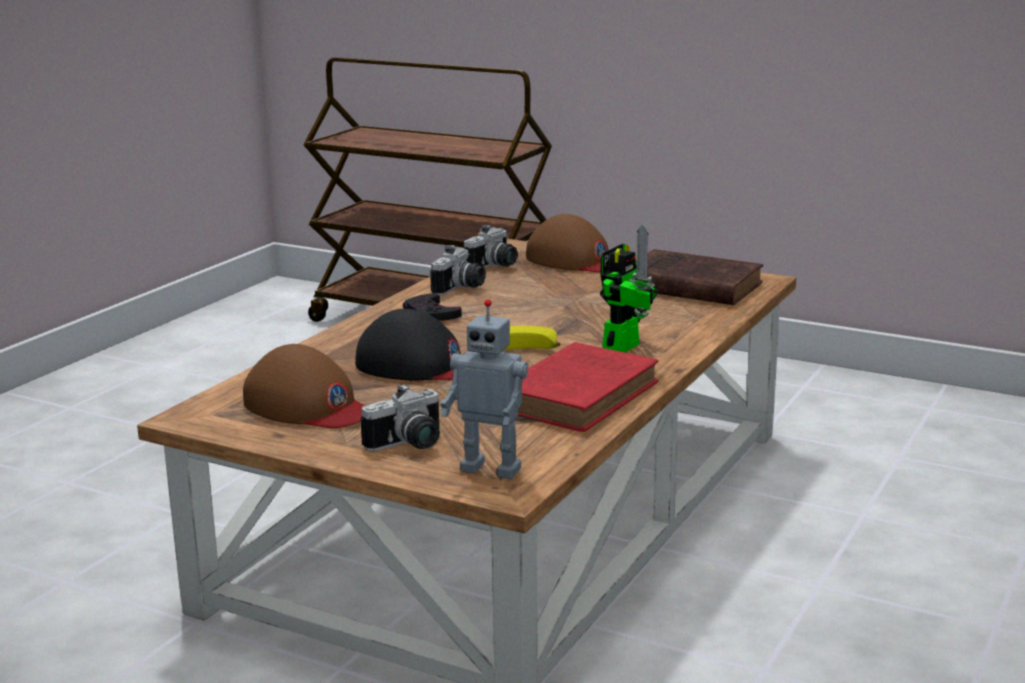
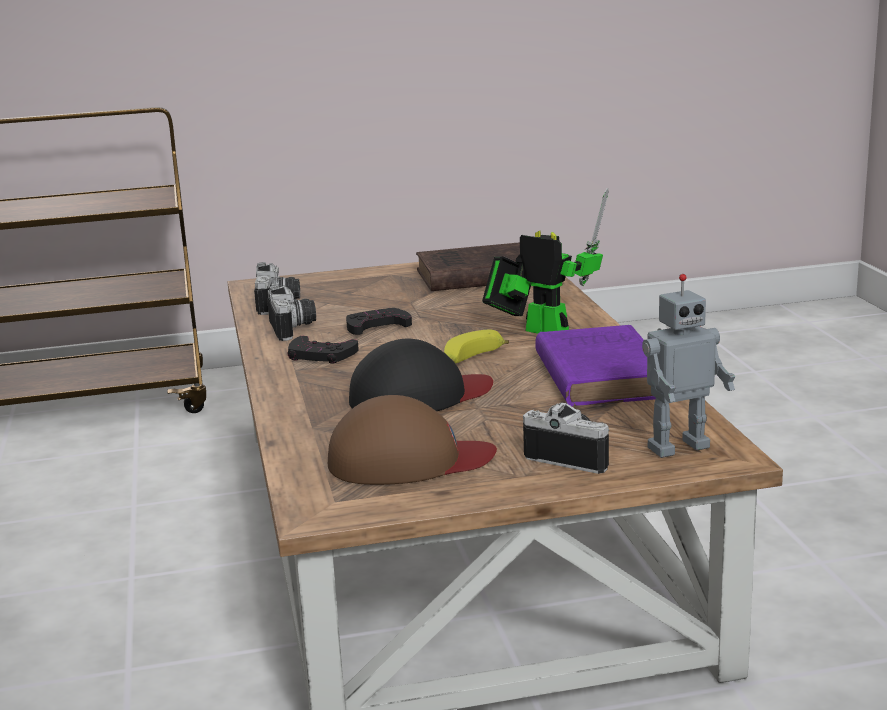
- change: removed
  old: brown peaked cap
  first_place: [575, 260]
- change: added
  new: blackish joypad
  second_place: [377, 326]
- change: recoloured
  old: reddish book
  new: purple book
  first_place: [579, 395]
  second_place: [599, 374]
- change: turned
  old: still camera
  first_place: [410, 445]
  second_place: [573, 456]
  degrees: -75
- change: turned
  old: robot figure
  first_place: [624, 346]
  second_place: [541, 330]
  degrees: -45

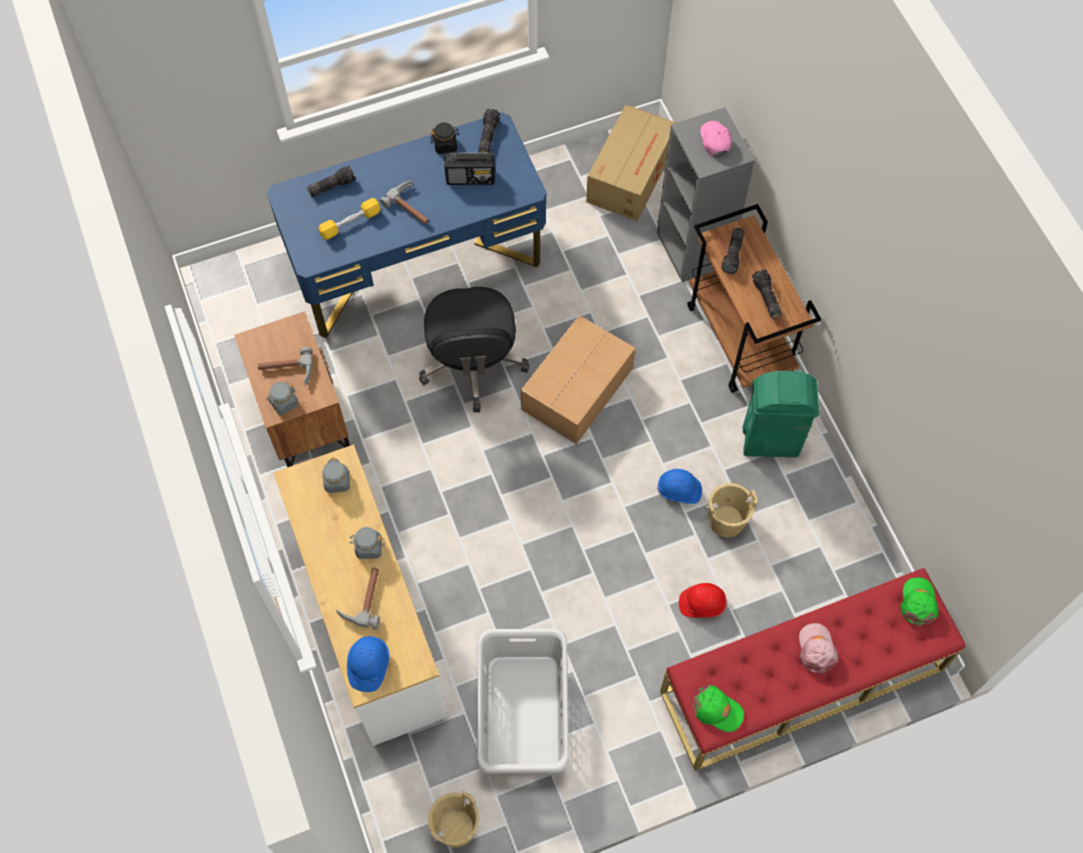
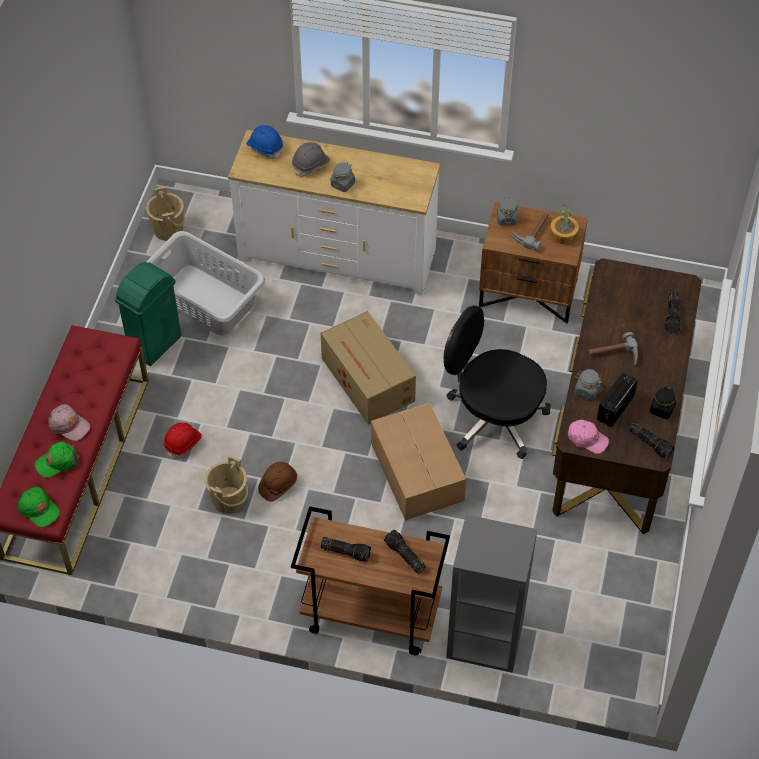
- change: removed
  old: yellow-coloured free weight
  first_place: [350, 223]
- change: added
  new: houseplant
  second_place: [563, 236]
- change: moved
  old: grey preserve jar
  first_place: [337, 482]
  second_place: [587, 391]
- change: moved
  old: cardboard box
  first_place: [631, 175]
  second_place: [368, 381]
- change: moved
  old: greenish peaked cap
  first_place: [717, 710]
  second_place: [57, 462]
- change: moved
  old: pink peaked cap
  first_place: [715, 141]
  second_place: [587, 439]
- change: moved
  old: greenish trash can
  first_place: [771, 442]
  second_place: [154, 345]
- change: replaced
  old: hammer
  new: grey hard hat
  first_place: [362, 598]
  second_place: [311, 165]
- change: recoloured
  old: bluish desk table
  new: brown desk table
  first_place: [417, 264]
  second_place: [616, 431]
- change: recoloured
  old: bluish hard hat
  new: brown hard hat
  first_place: [679, 490]
  second_place: [278, 485]

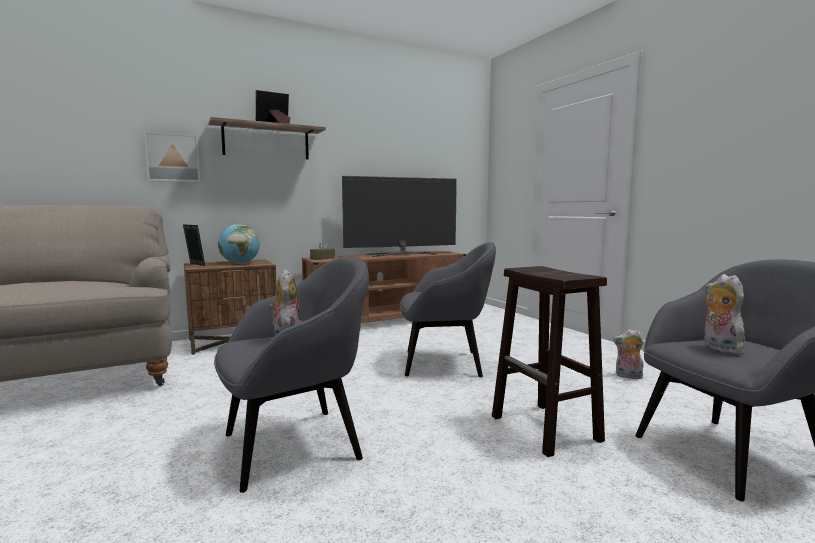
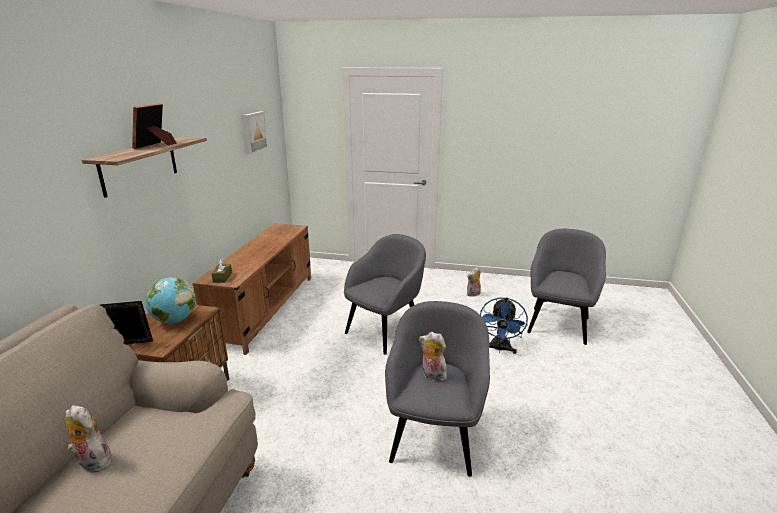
- change: removed
  old: TV
  first_place: [402, 254]
- change: moved
  old: wall art
  first_place: [173, 158]
  second_place: [253, 132]
- change: moved
  old: soft toy
  first_place: [718, 348]
  second_place: [92, 463]
- change: replaced
  old: brown stool seat
  new: bluish cooling fan
  first_place: [546, 429]
  second_place: [500, 349]

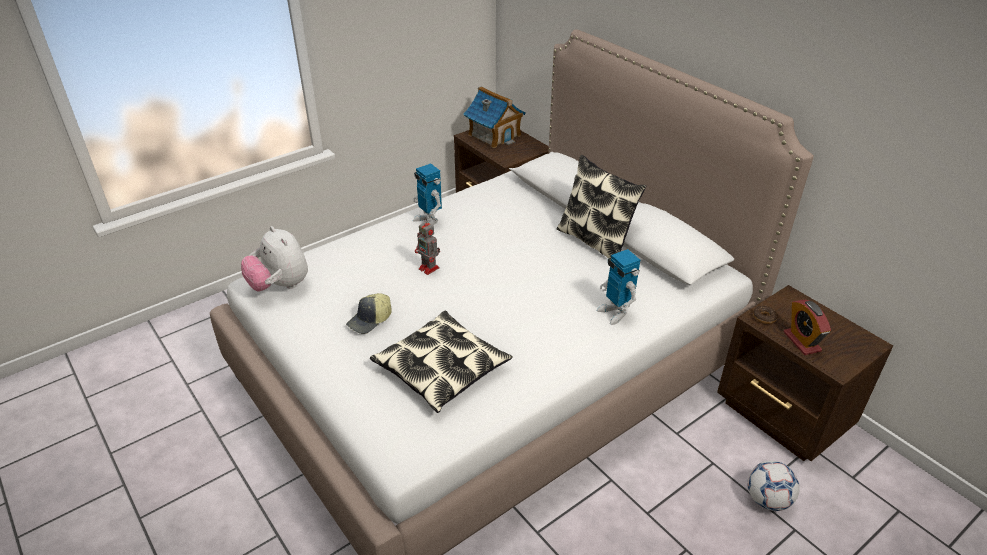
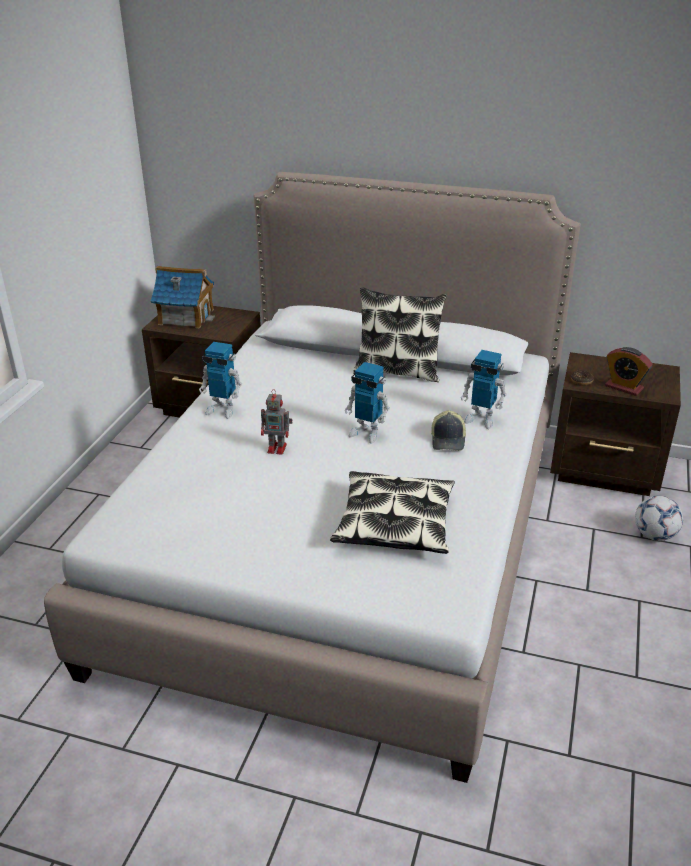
- change: removed
  old: soft toy
  first_place: [280, 286]
- change: added
  new: robot figure
  second_place: [366, 433]
- change: moved
  old: peaked cap
  first_place: [370, 320]
  second_place: [448, 440]

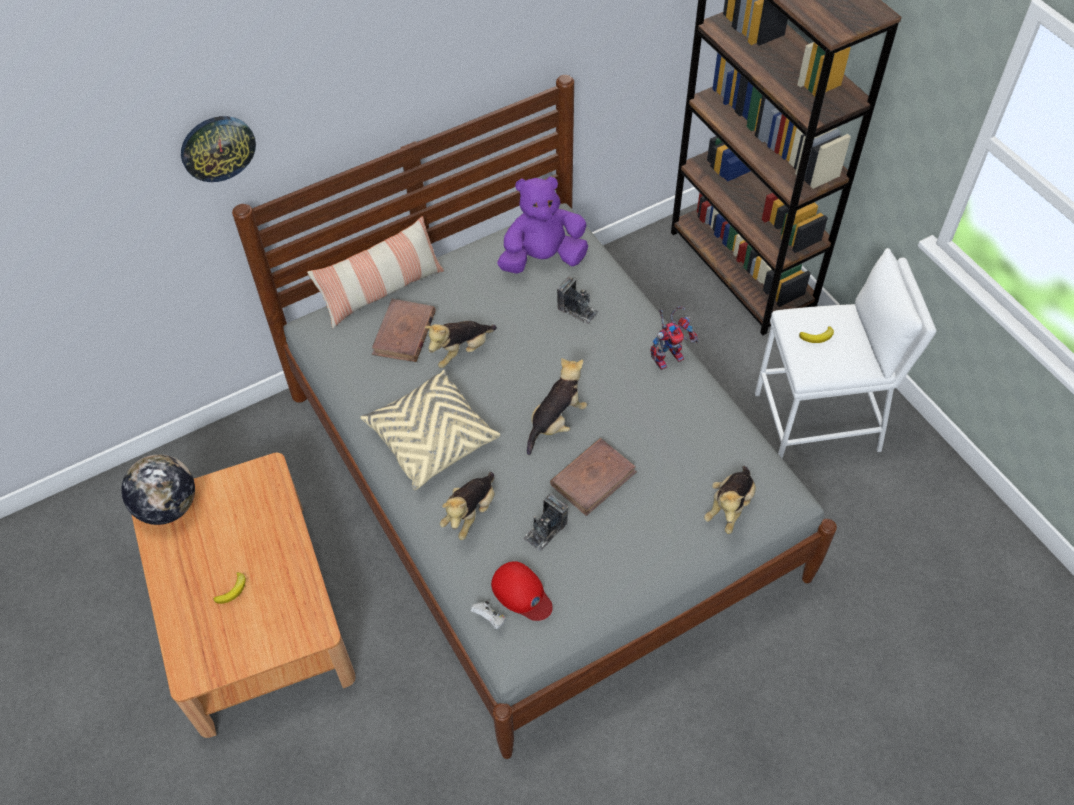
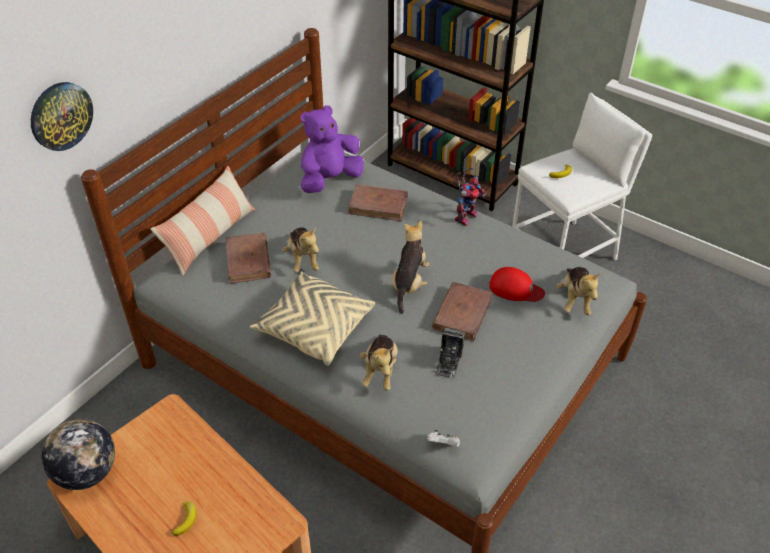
- change: moved
  old: reddish peaked cap
  first_place: [522, 593]
  second_place: [515, 289]
- change: replaced
  old: still camera
  new: brown book
  first_place: [577, 310]
  second_place: [378, 205]
- change: turned
  old: soft toy
  first_place: [461, 351]
  second_place: [303, 259]
  degrees: -45

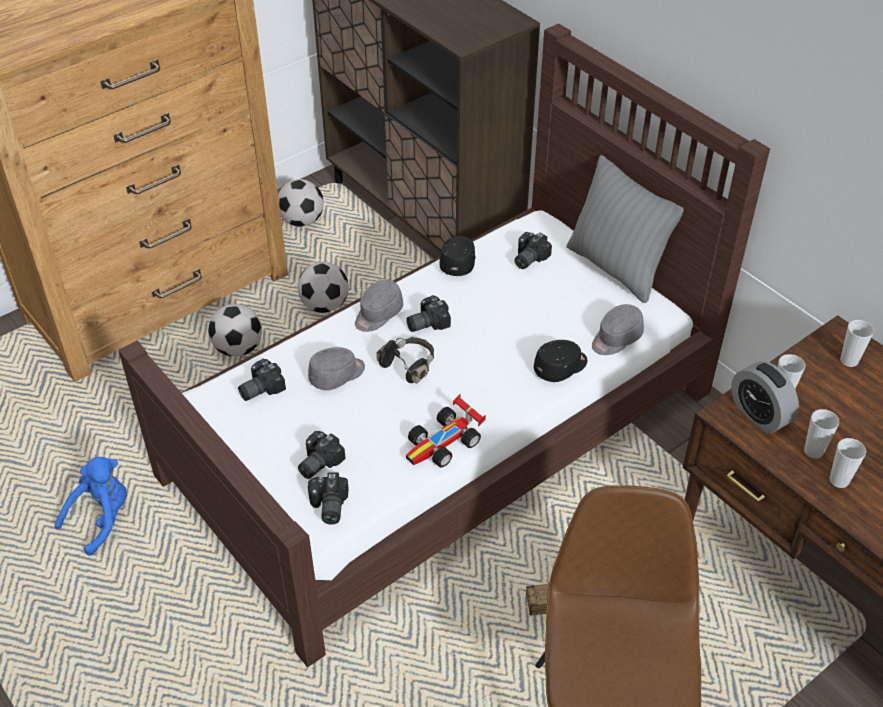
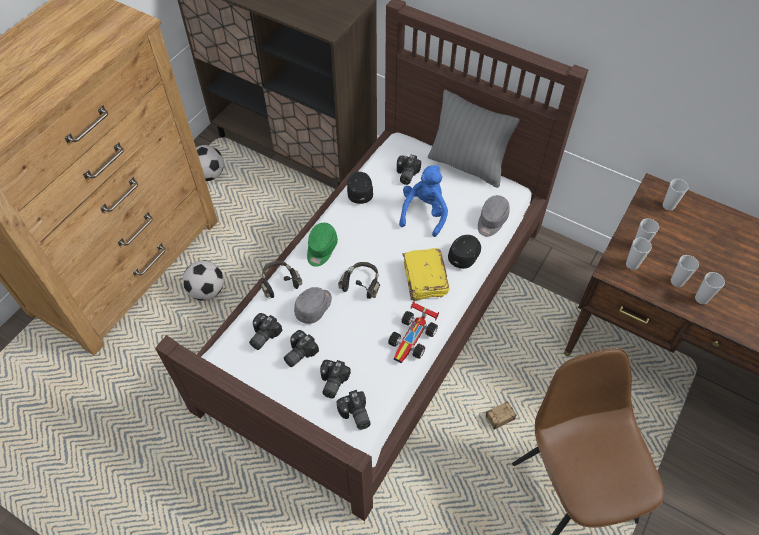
- change: removed
  old: football
  first_place: [325, 305]
- change: added
  new: blackish pair of headphones
  second_place: [279, 283]
- change: added
  new: yellow-coloured book
  second_place: [424, 280]
- change: moved
  old: bluish soft toy
  first_place: [102, 518]
  second_place: [424, 213]
- change: moved
  old: still camera
  first_place: [426, 323]
  second_place: [298, 353]
- change: replaced
  old: alarm clock
  new: small cup
  first_place: [759, 415]
  second_place: [632, 264]
- change: recoloured
  old: grey peaked cap
  new: greenish peaked cap
  first_place: [378, 314]
  second_place: [321, 249]

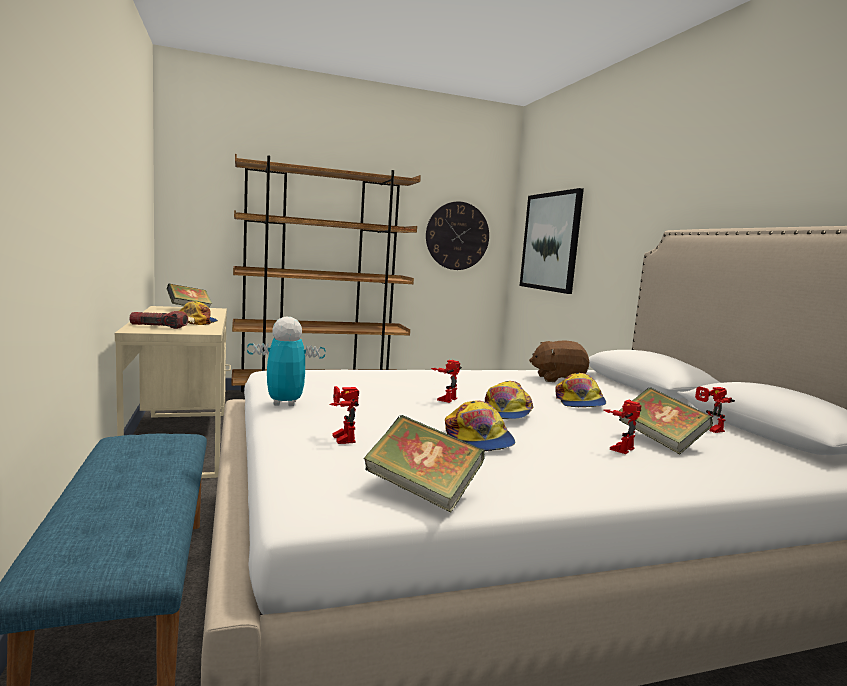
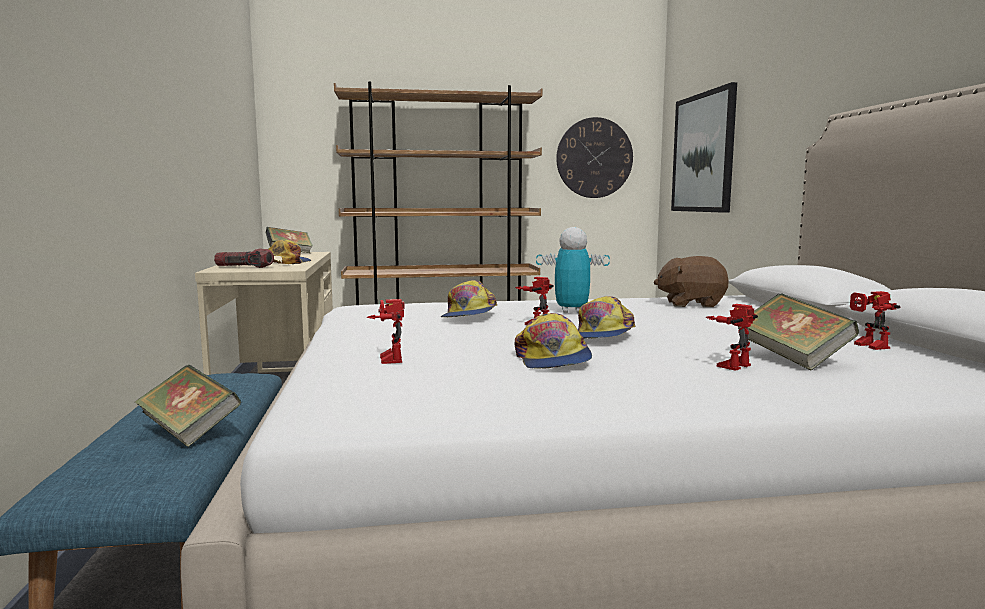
- change: moved
  old: robot figure
  first_place: [284, 403]
  second_place: [571, 311]
- change: moved
  old: book
  first_place: [422, 491]
  second_place: [189, 431]
- change: moved
  old: peaked cap
  first_place: [579, 402]
  second_place: [469, 314]

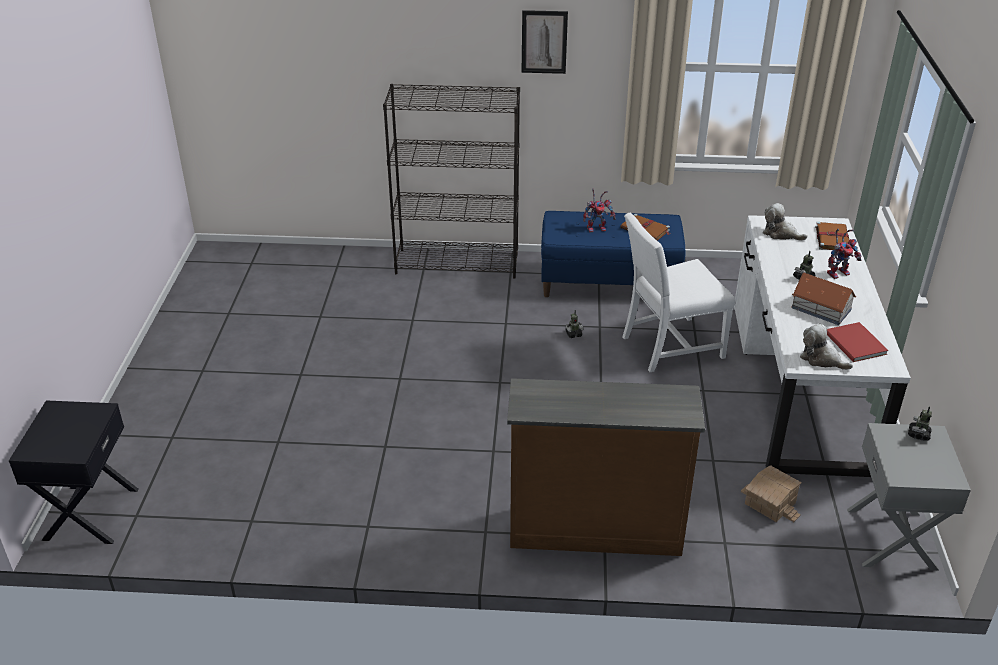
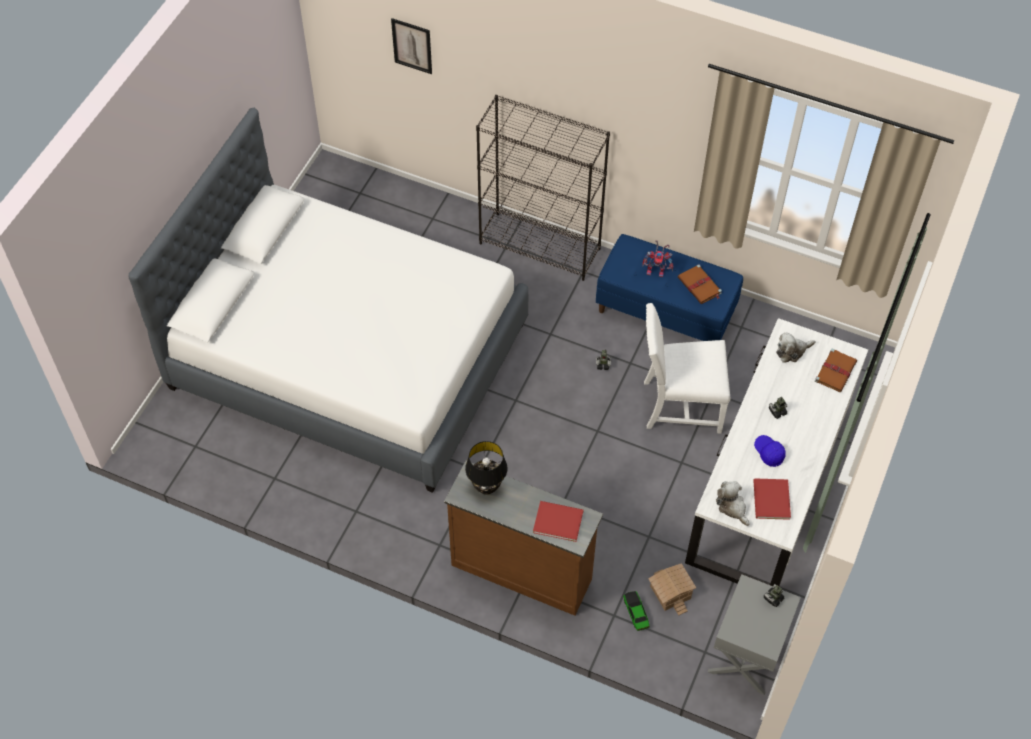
- change: removed
  old: blackish nightstand
  first_place: [89, 514]
- change: removed
  old: robot figure
  first_place: [838, 272]
- change: added
  new: whitish sleeping bed
  second_place: [349, 354]
- change: added
  new: blackish tabletop lamp
  second_place: [486, 487]
- change: added
  new: reddish book
  second_place: [557, 520]
- change: added
  new: model car
  second_place: [636, 613]
- change: moved
  old: wall art
  first_place: [544, 42]
  second_place: [412, 46]
- change: replaced
  old: model house
  new: bluish peaked cap
  first_place: [821, 309]
  second_place: [769, 453]
- change: turned
  old: soft toy
  first_place: [780, 234]
  second_place: [792, 351]
  degrees: -75

